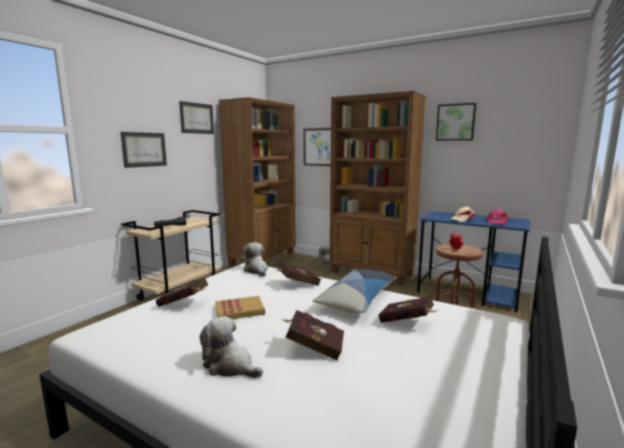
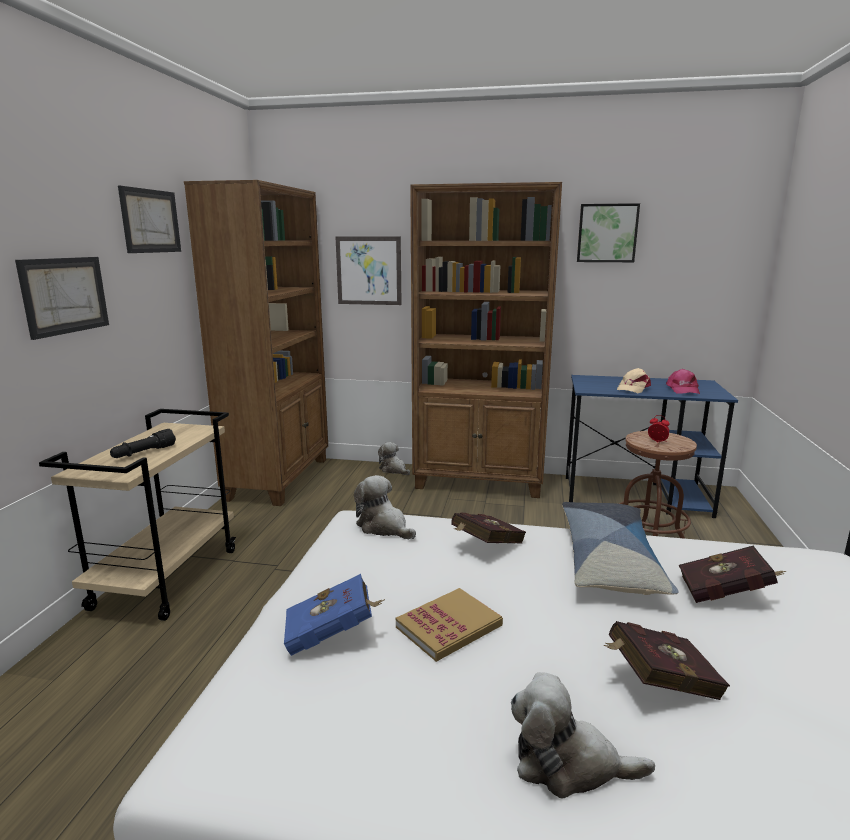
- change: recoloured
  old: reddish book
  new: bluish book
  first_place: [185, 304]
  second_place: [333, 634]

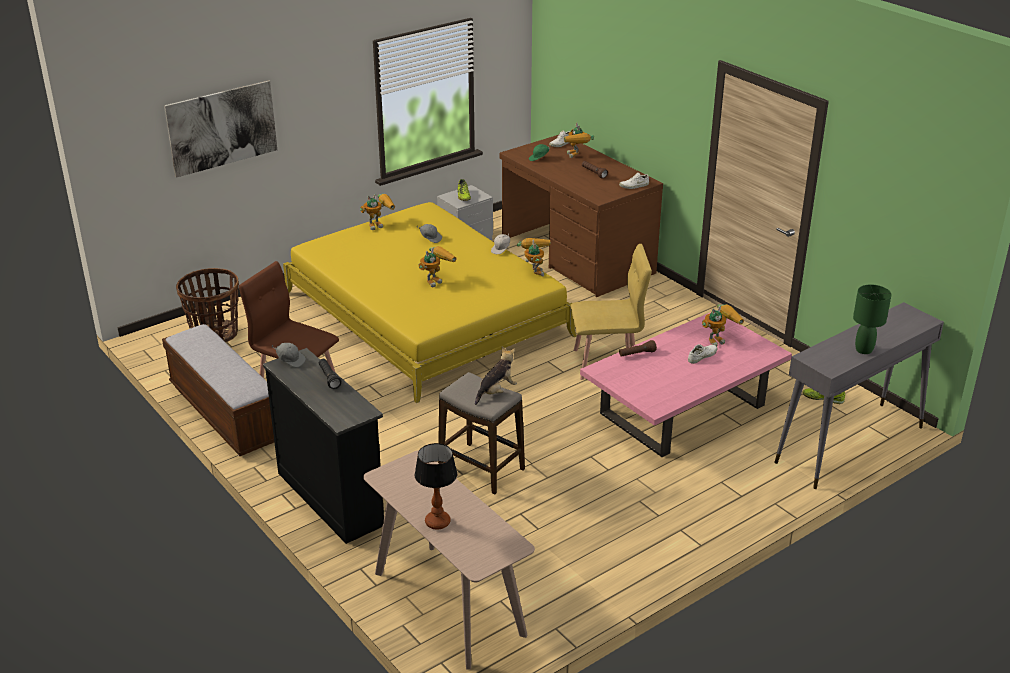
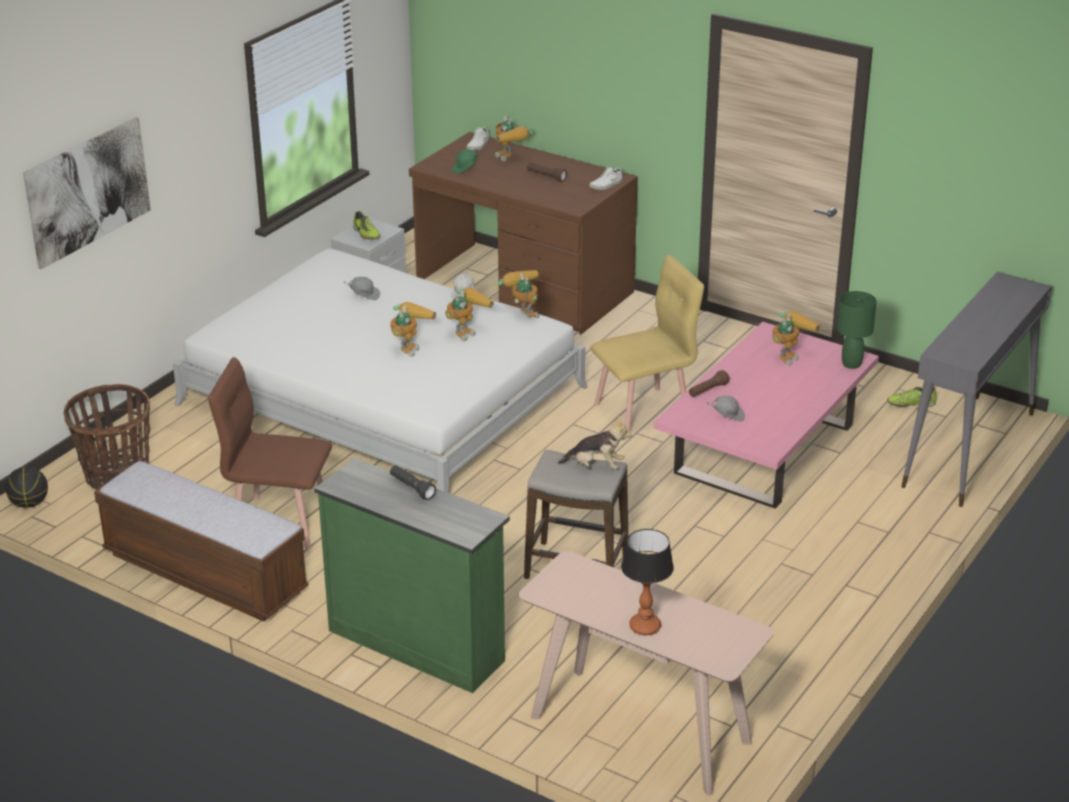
- change: removed
  old: whitish low shoe
  first_place: [701, 356]
- change: added
  new: ball for basketball
  second_place: [29, 503]
- change: moved
  old: grey peaked cap
  first_place: [290, 361]
  second_place: [727, 416]
- change: moved
  old: robot figure
  first_place: [379, 224]
  second_place: [467, 331]
- change: moved
  old: greenish tabletop lamp
  first_place: [863, 350]
  second_place: [851, 364]
- change: recoloured
  old: blackish dresser
  new: greenish dresser
  first_place: [331, 497]
  second_place: [416, 644]
- change: recoloured
  old: yellow-coloured sleeping bed
  new: whitish sleeping bed
  first_place: [426, 314]
  second_place: [382, 396]
- change: turned
  old: soft toy
  first_place: [496, 392]
  second_place: [596, 466]
  degrees: 75

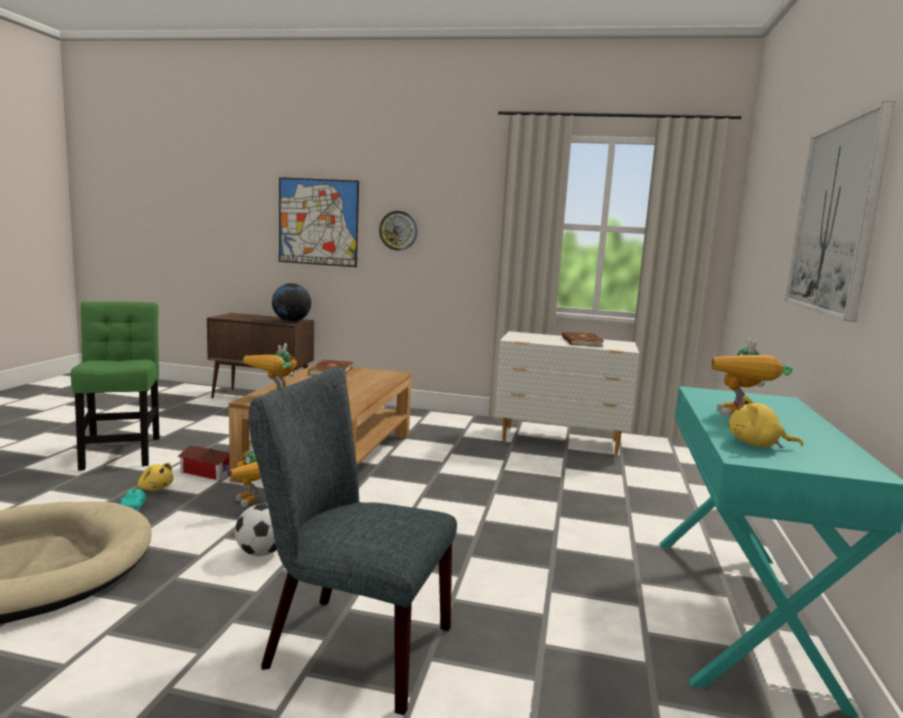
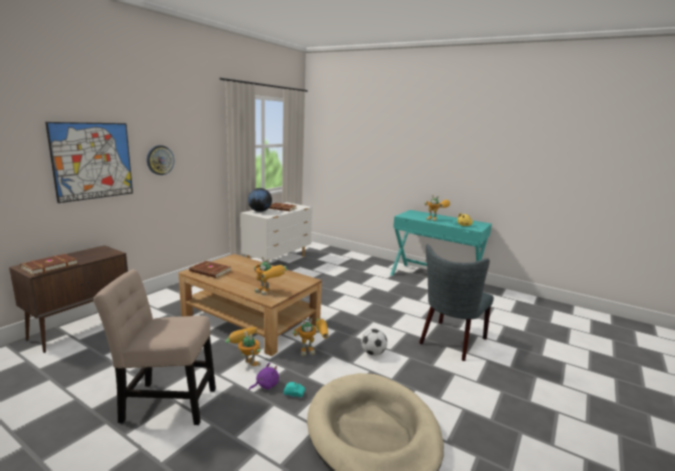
- change: removed
  old: wall art
  first_place: [836, 218]
- change: added
  new: brown book
  second_place: [49, 266]
- change: moved
  old: world globe
  first_place: [291, 321]
  second_place: [260, 211]
- change: replaced
  old: model house
  new: robot figure
  first_place: [209, 471]
  second_place: [246, 363]
- change: recoloured
  old: greenish upright chair
  new: beige upright chair
  first_place: [121, 451]
  second_place: [165, 403]
- change: recoloured
  old: yellow-coloured soft toy
  new: purple soft toy
  first_place: [155, 488]
  second_place: [265, 385]

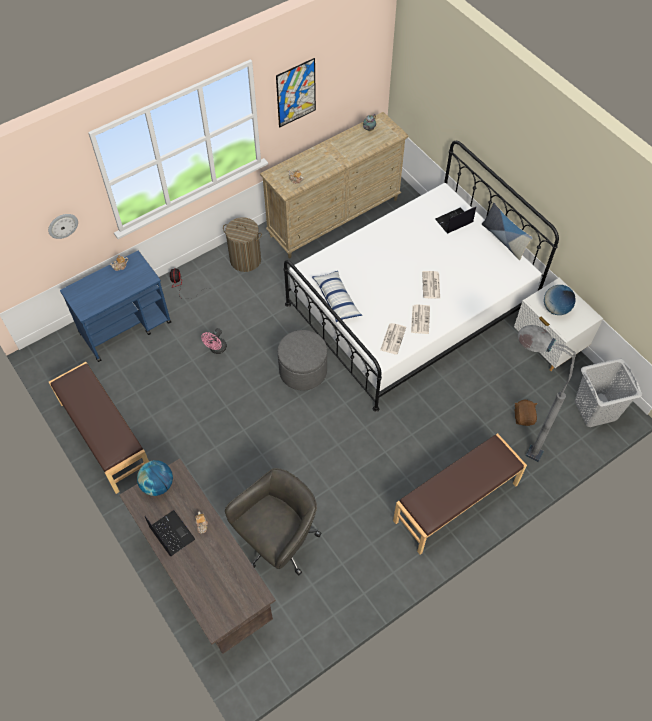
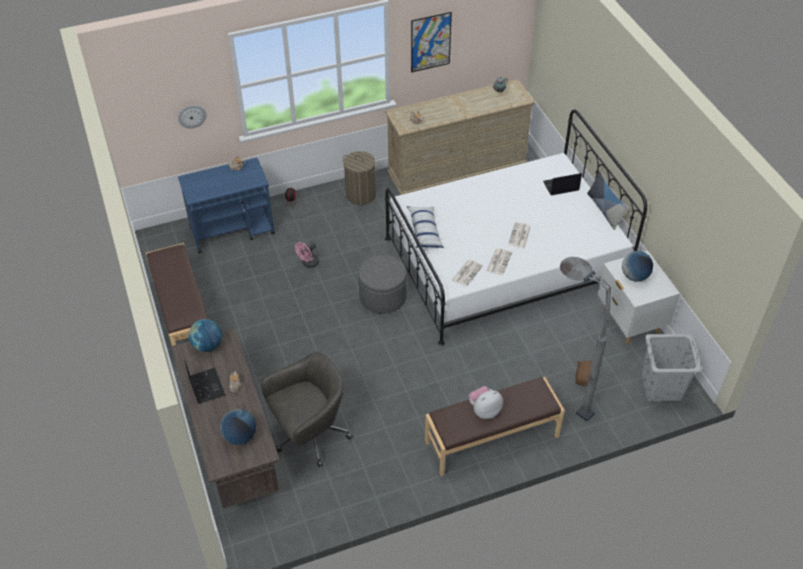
- change: added
  new: world globe
  second_place: [240, 436]
- change: added
  new: soft toy
  second_place: [484, 410]

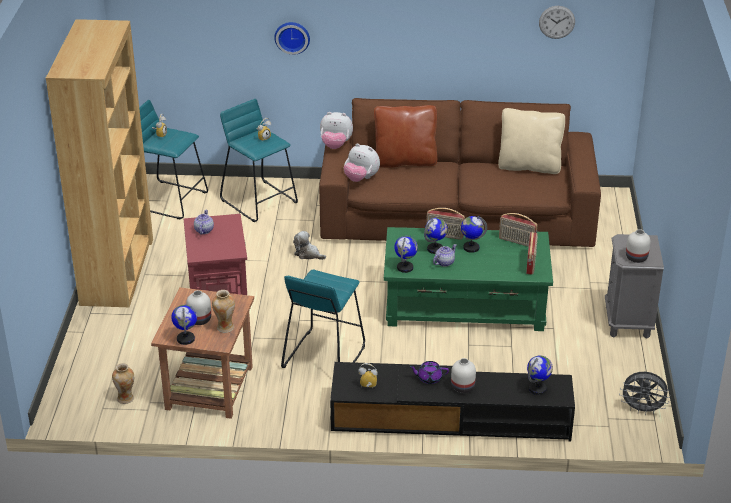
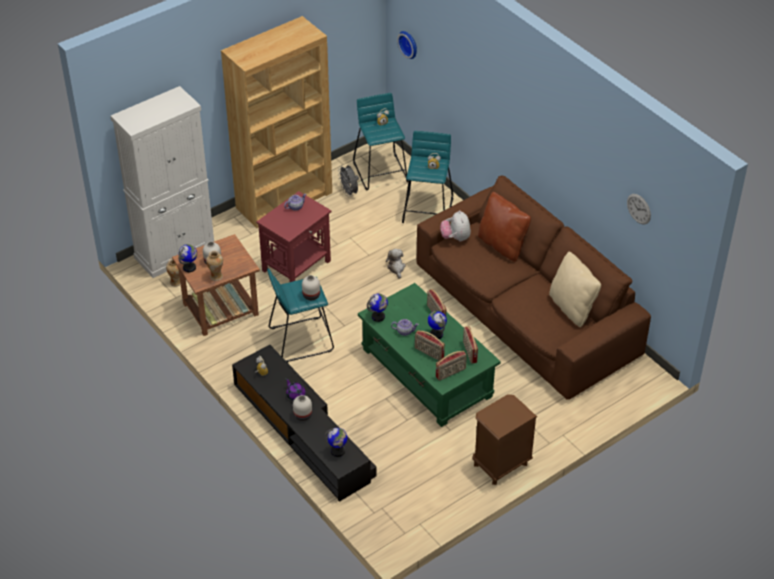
- change: removed
  old: soft toy
  first_place: [335, 145]
- change: removed
  old: world globe
  first_place: [435, 249]
- change: added
  new: whitish storage cabinet
  second_place: [175, 252]
- change: added
  new: radio
  second_place: [429, 353]
- change: moved
  old: hanging clock
  first_place: [292, 37]
  second_place: [409, 44]
- change: moved
  old: grey cooling fan
  first_place: [642, 410]
  second_place: [349, 192]
- change: moved
  old: whitish vase
  first_place: [636, 257]
  second_place: [311, 295]
- change: recoloured
  old: grey nightstand
  new: brown nightstand
  first_place: [628, 322]
  second_place: [501, 465]

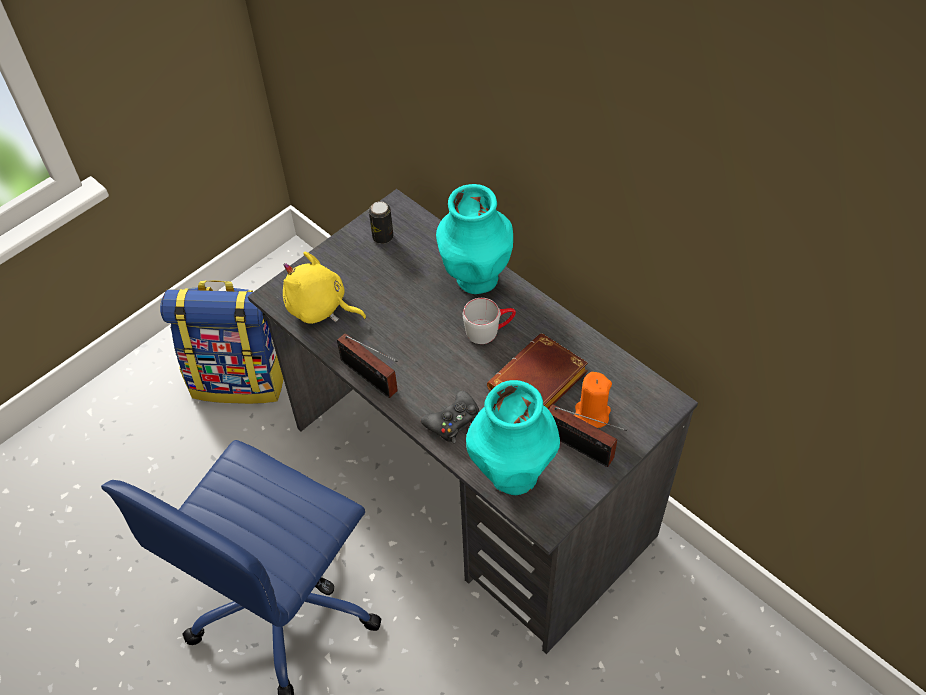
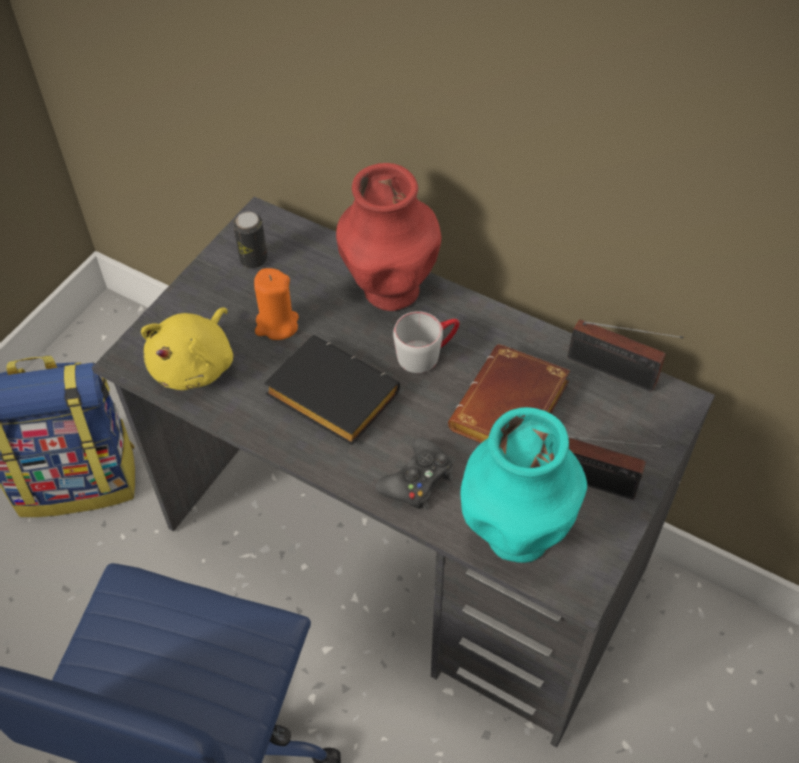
- change: added
  new: blackish book
  second_place: [328, 396]
- change: moved
  old: radio
  first_place: [371, 378]
  second_place: [616, 372]
- change: moved
  old: orangey wax light
  first_place: [591, 414]
  second_place: [276, 325]
- change: recoloured
  old: turquoise-coloured vase
  new: reddish vase
  first_place: [475, 279]
  second_place: [389, 291]
- change: turned
  old: yellow-coloured soft toy
  first_place: [320, 308]
  second_place: [196, 365]
  degrees: -75

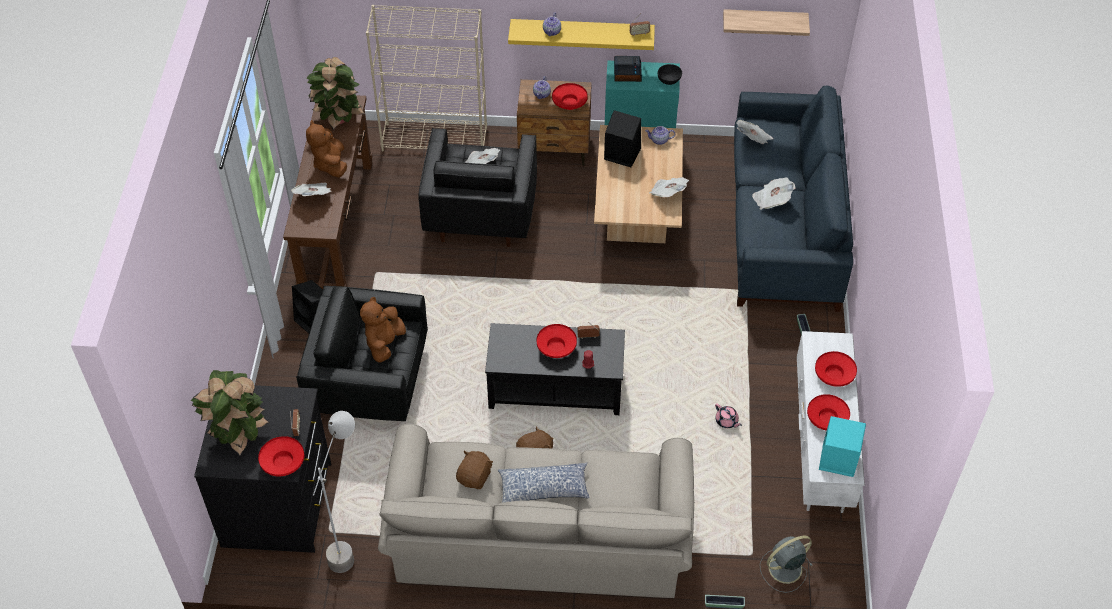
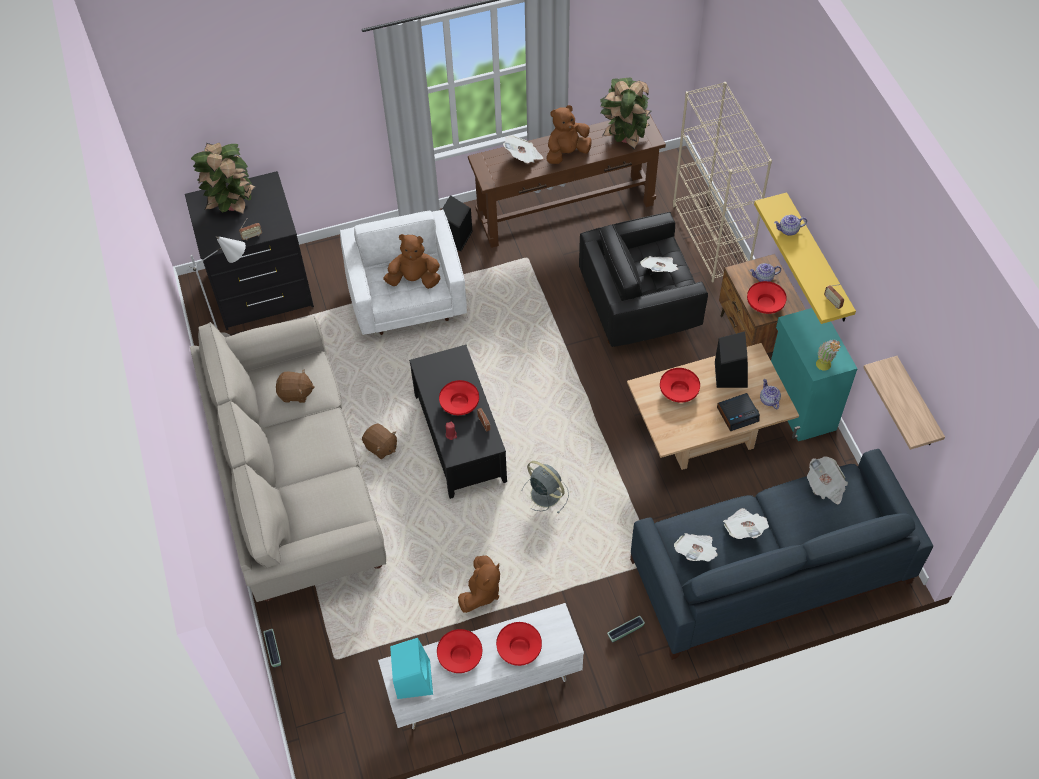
- change: removed
  old: cushion
  first_place: [544, 489]
- change: moved
  old: reddish bowl
  first_place: [283, 463]
  second_place: [679, 391]
- change: moved
  old: alarm clock
  first_place: [627, 72]
  second_place: [738, 414]
- change: moved
  old: daily paper
  first_place: [667, 193]
  second_place: [696, 552]
- change: moved
  old: grey cooling fan
  first_place: [783, 569]
  second_place: [544, 493]
- change: replaced
  old: blackish bowl
  new: houseplant
  first_place: [669, 81]
  second_place: [824, 367]
- change: replaced
  old: pink teapot
  new: brown soft toy
  first_place: [726, 421]
  second_place: [481, 592]
- change: recoloured
  old: blackish armchair
  new: whitish armchair
  first_place: [369, 381]
  second_place: [407, 299]

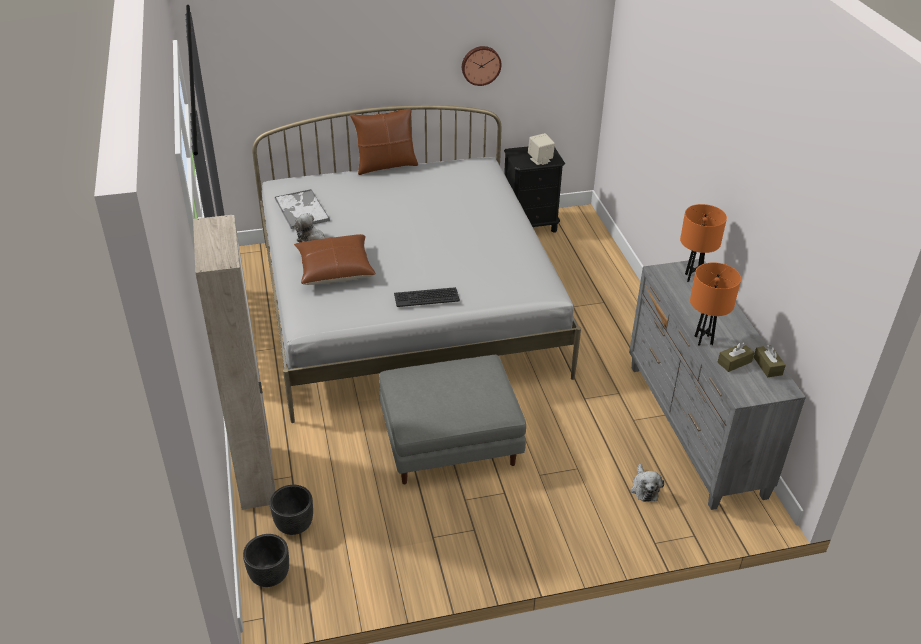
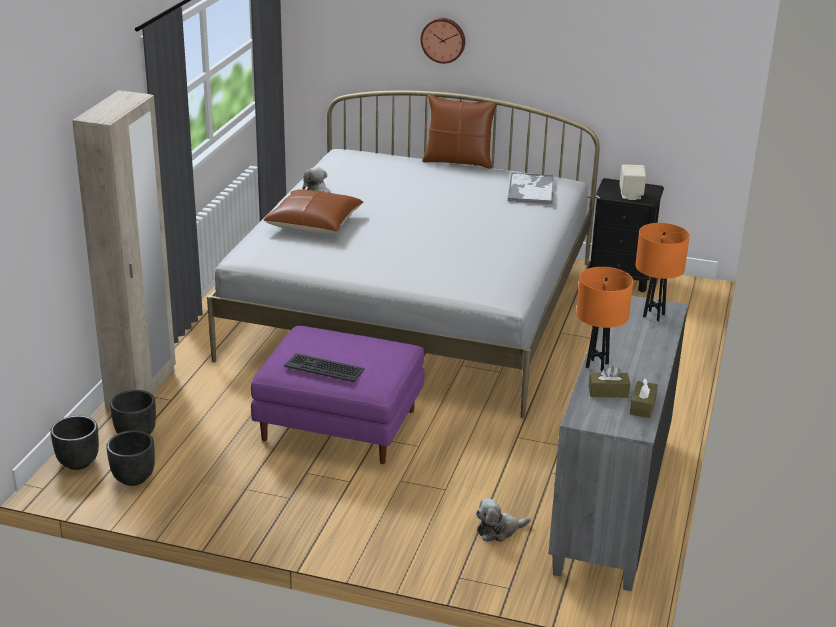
- change: added
  new: blackish flower pot
  second_place: [133, 478]
- change: moved
  old: serving tray
  first_place: [301, 209]
  second_place: [531, 189]
- change: moved
  old: computer keyboard
  first_place: [426, 297]
  second_place: [324, 368]
- change: moved
  old: hanging clock
  first_place: [480, 65]
  second_place: [443, 40]
- change: recoloured
  old: grey ottoman
  new: purple ottoman
  first_place: [451, 442]
  second_place: [341, 425]
- change: turned
  old: soft toy
  first_place: [644, 488]
  second_place: [499, 530]
  degrees: 45

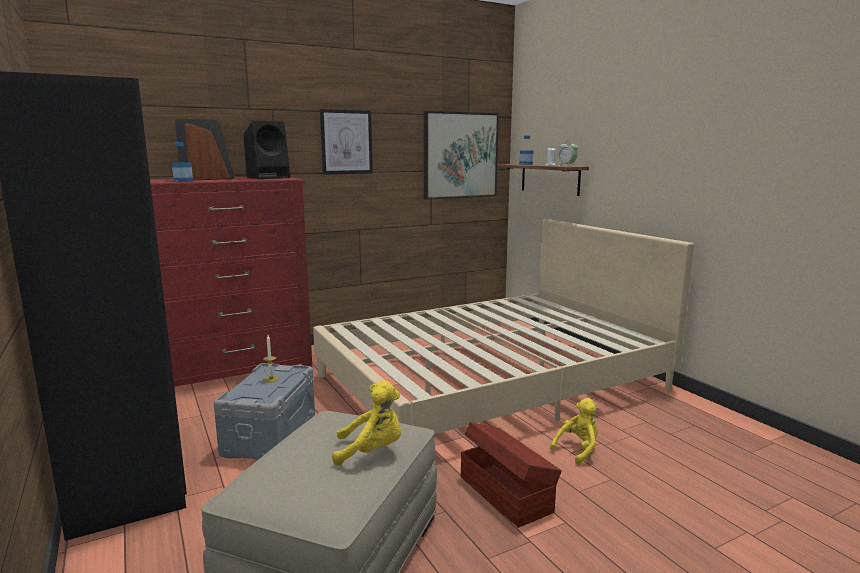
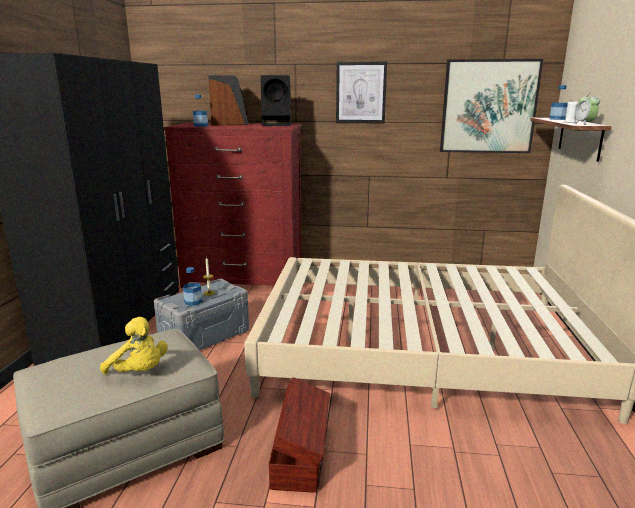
- change: removed
  old: yellow-coloured soft toy
  first_place: [578, 450]
- change: added
  new: drink bottle
  second_place: [193, 302]

